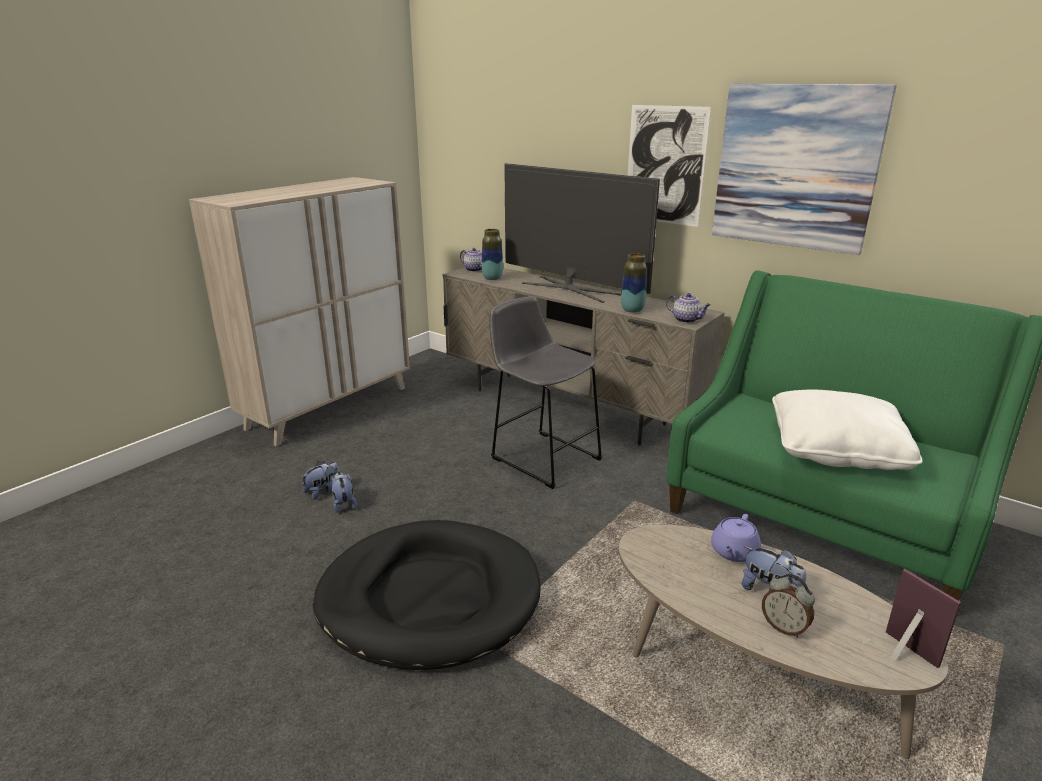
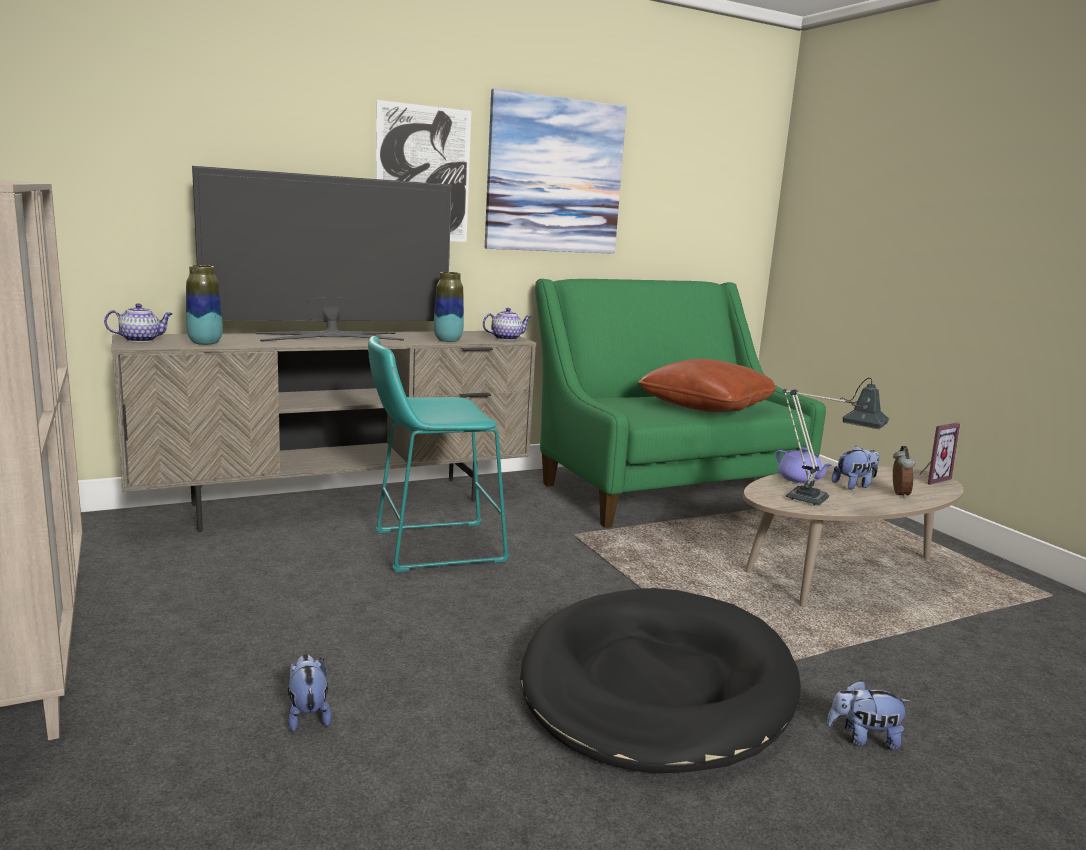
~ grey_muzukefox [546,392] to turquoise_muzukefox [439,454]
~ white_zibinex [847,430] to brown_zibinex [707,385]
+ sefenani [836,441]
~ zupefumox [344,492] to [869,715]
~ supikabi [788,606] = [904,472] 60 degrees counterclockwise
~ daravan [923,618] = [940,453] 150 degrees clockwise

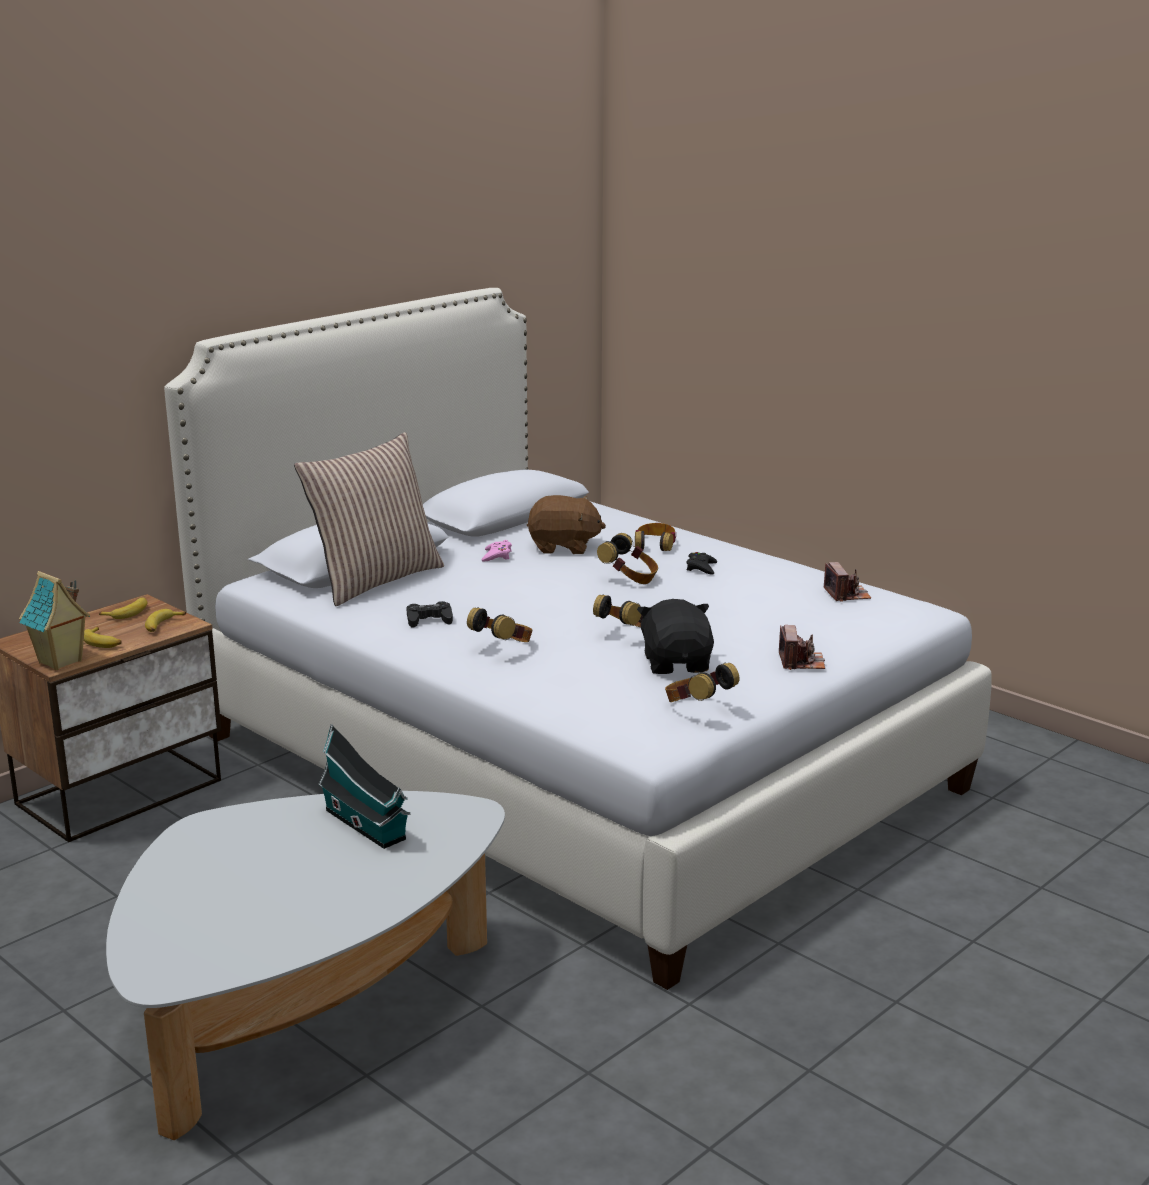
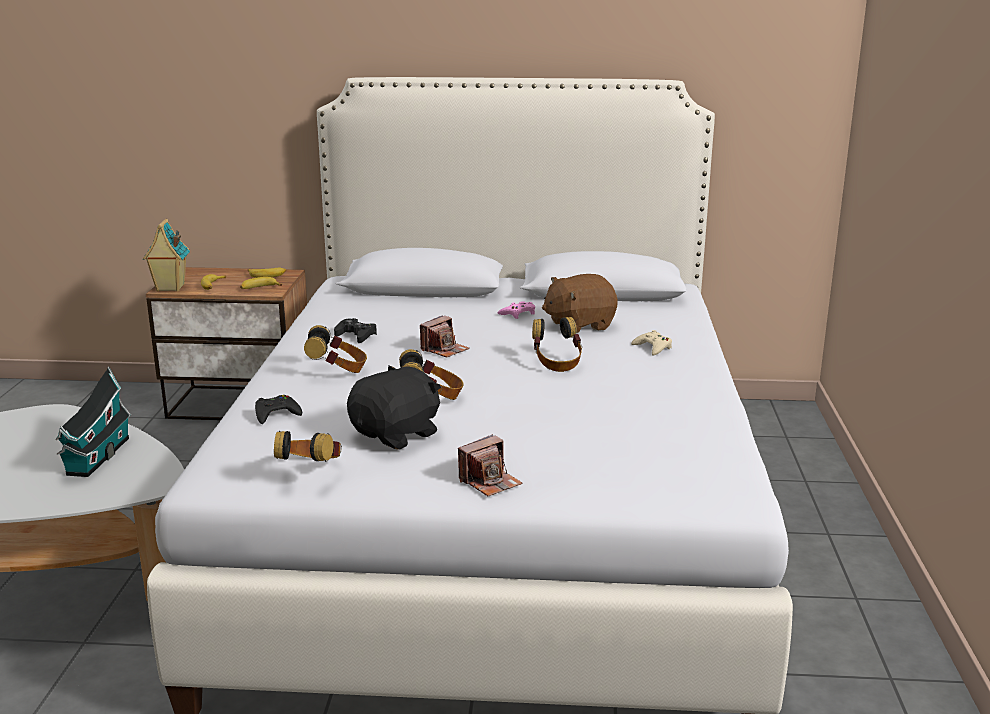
~ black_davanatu [702,563] to [278,409]
~ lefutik [847,582] to [444,336]
~ brown_zupefumox [566,524] = [580,303] 105 degrees clockwise
~ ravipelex [655,537] to beige_davanatu [651,342]
- zibinex [369,519]

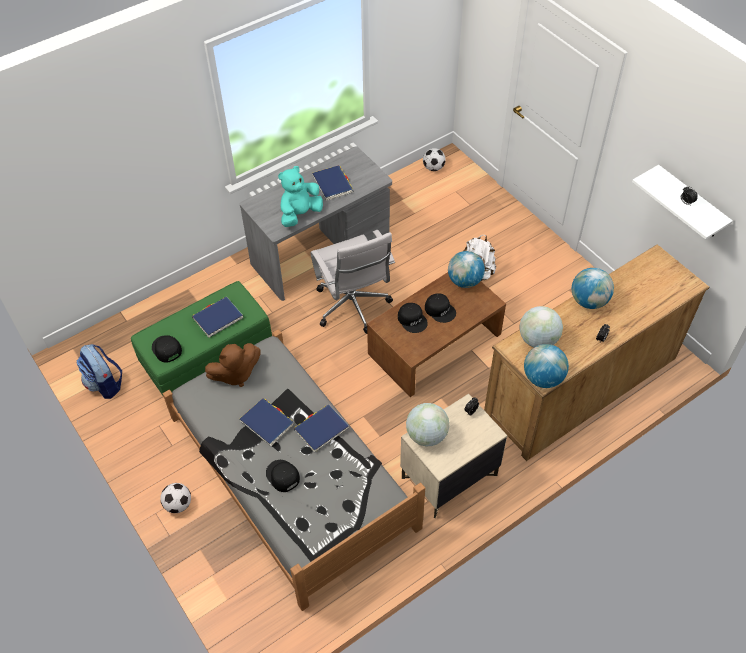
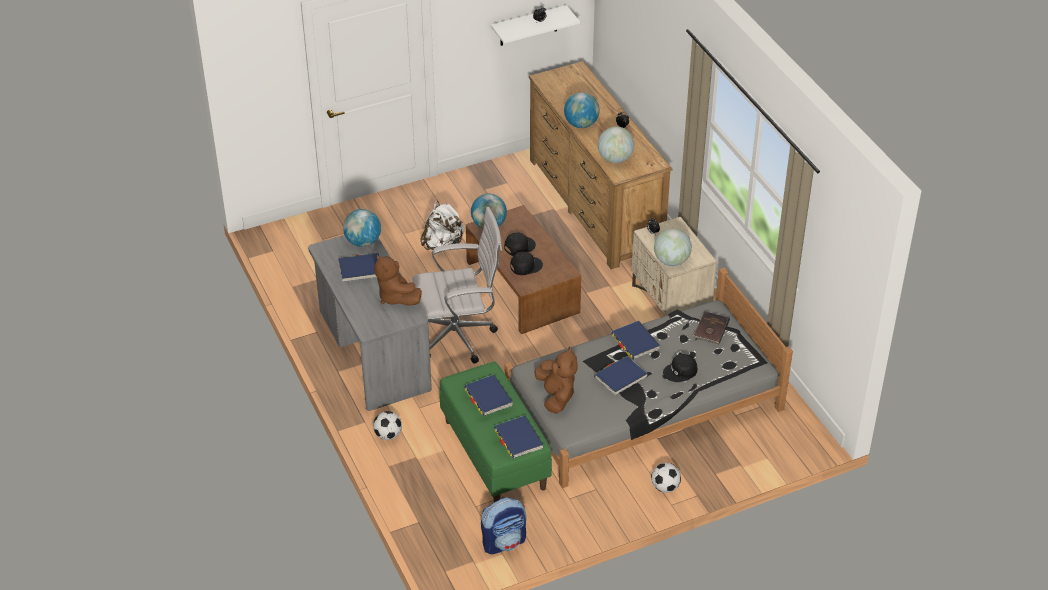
~ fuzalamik [546,366] to [362,228]
~ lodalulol [434,159] to [387,425]
~ turquoise_zupefumox [300,196] to brown_zupefumox [398,280]
~ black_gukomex [167,349] to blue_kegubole [518,436]
+ brown_kegubole [710,328]

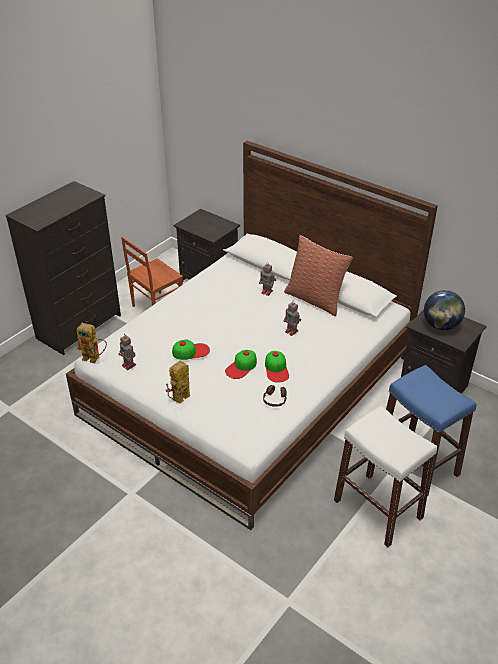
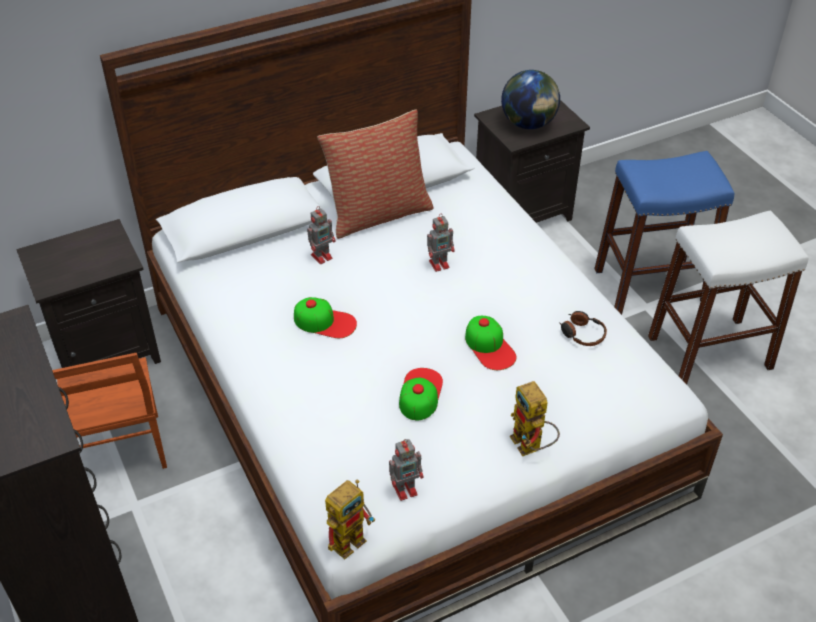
~ gukomex [277,367] to [325,317]

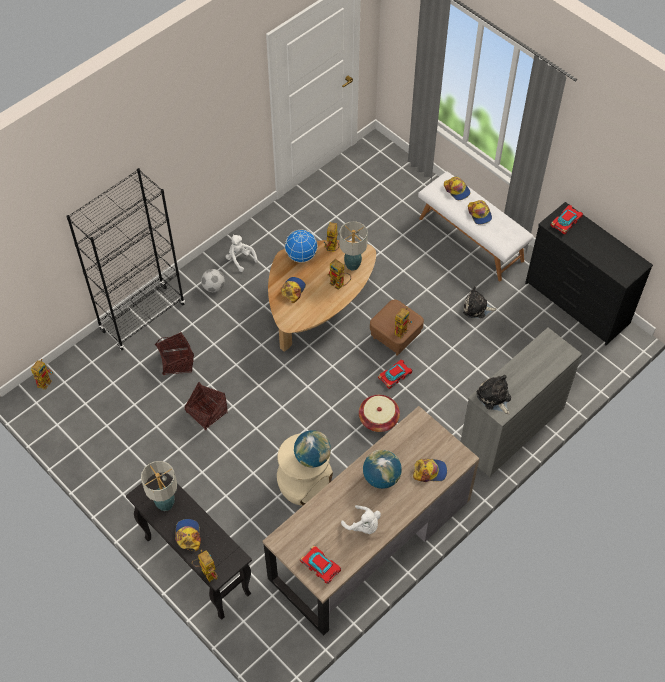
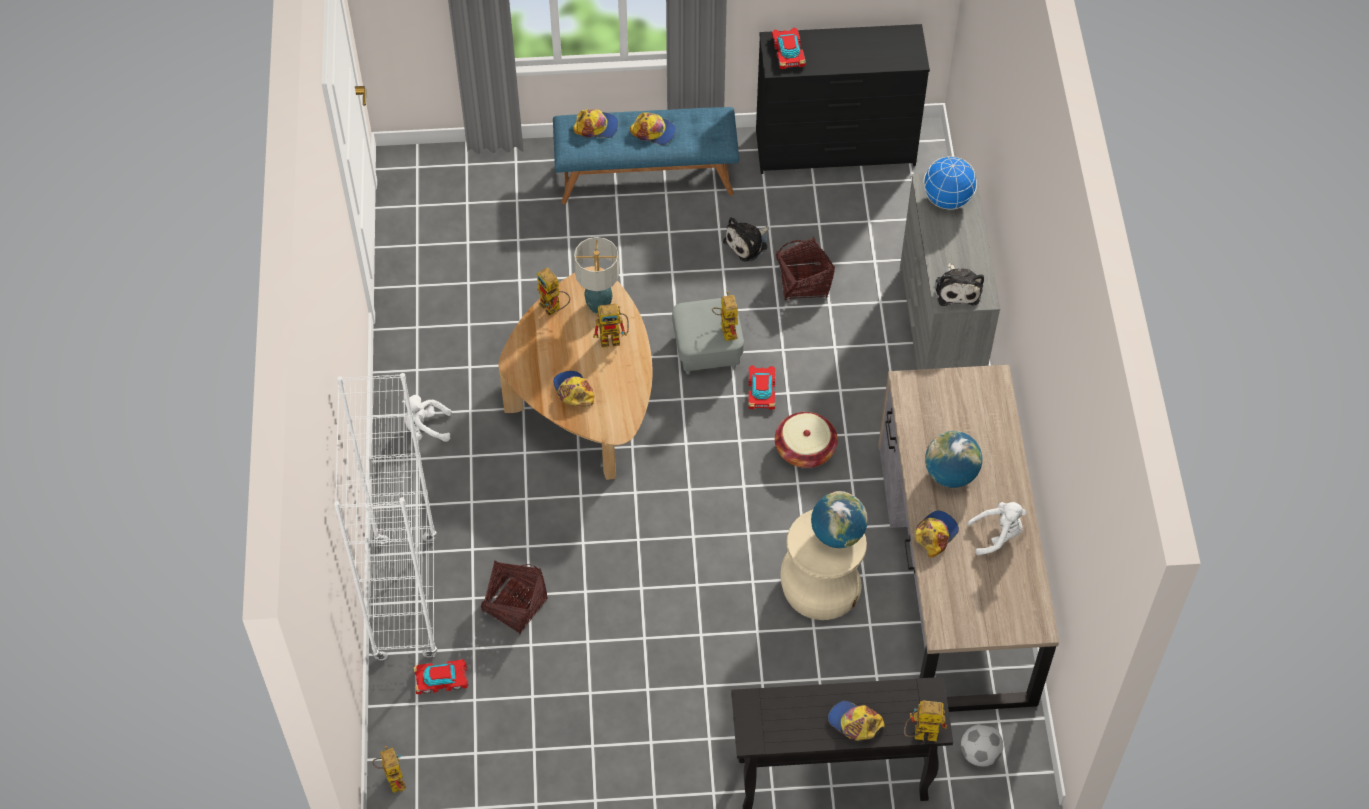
~ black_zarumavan [125,259] to white_zarumavan [386,516]
~ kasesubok [320,564] to [441,676]
~ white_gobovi [475,226] to blue_gobovi [646,155]
~ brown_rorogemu [397,327] to grey_rorogemu [708,336]
~ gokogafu [206,406] to [805,268]
~ gukomex [430,470] to [937,533]
~ fuzalamik [301,246] to [950,182]
~ zupefumox [494,395] = [959,284] 105 degrees counterclockwise
~ lodalulol [213,280] to [982,745]
- sefenani [159,486]

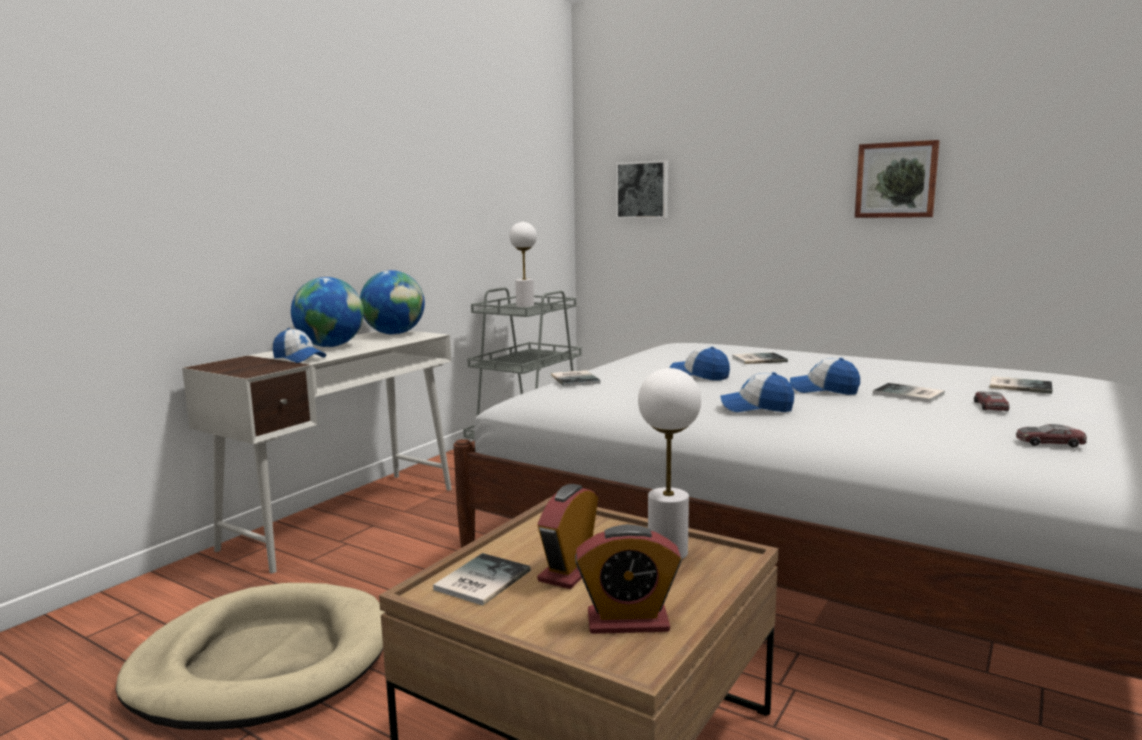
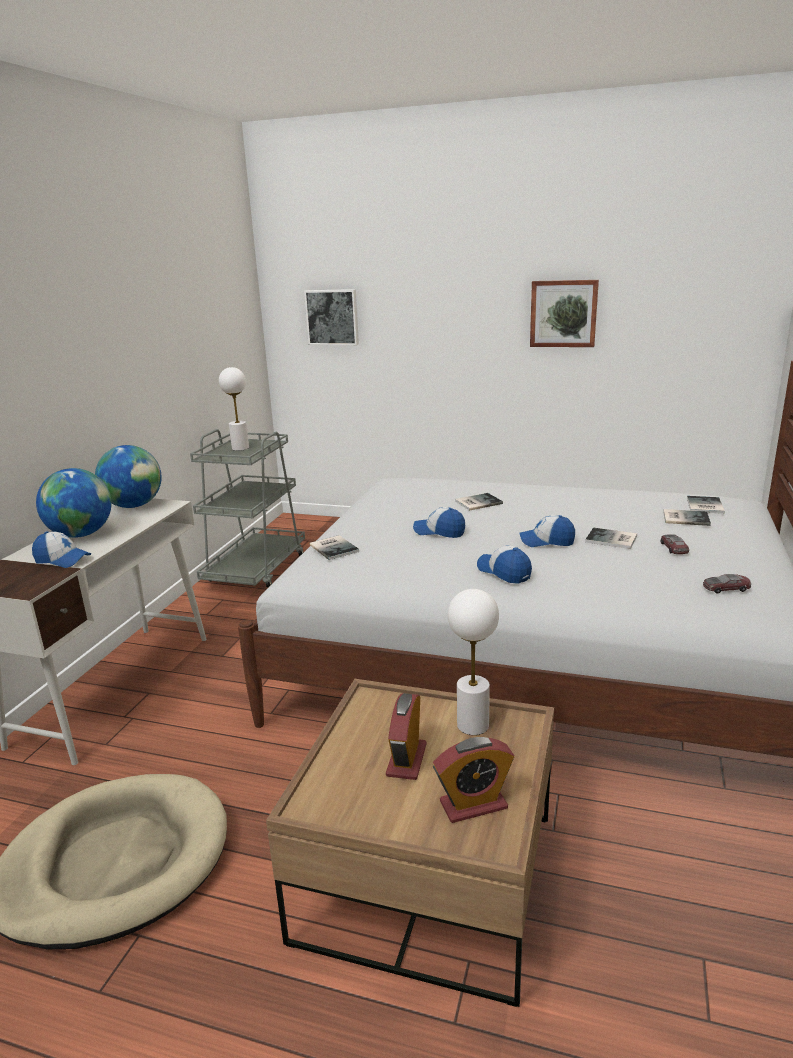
~ gukomex [757,392] = [504,564] 60 degrees clockwise
~ kegubole [482,579] to [706,505]

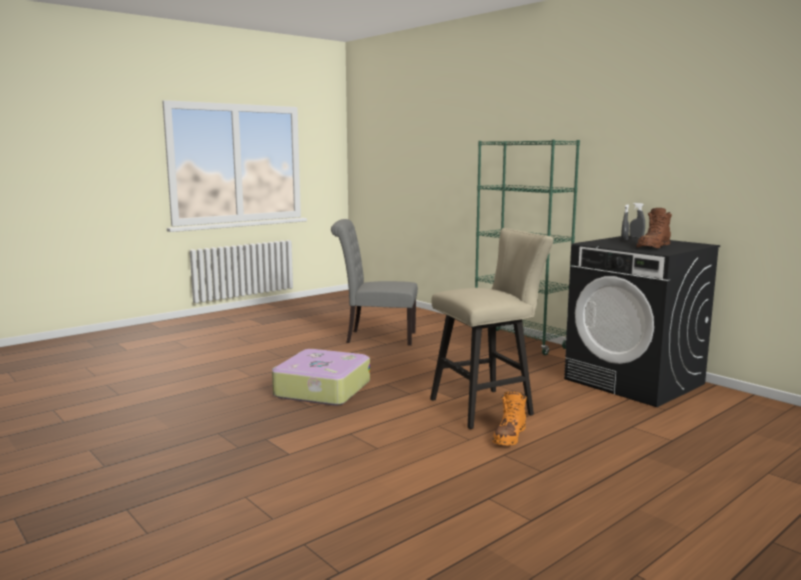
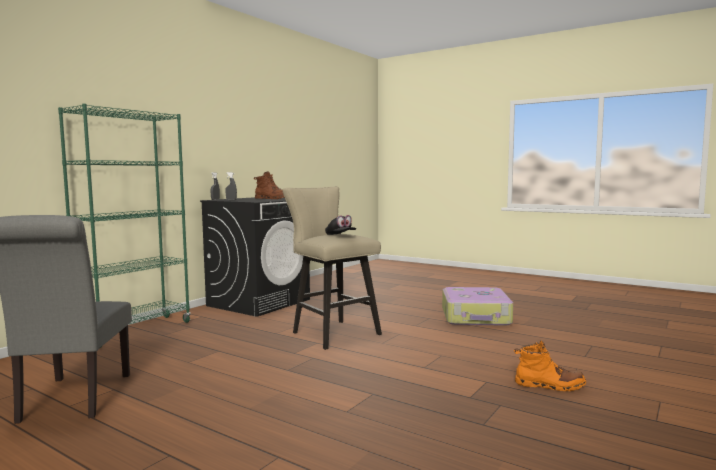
+ black_gukomex [340,225]
~ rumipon [321,377] to [477,306]
~ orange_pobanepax [510,419] to [550,366]

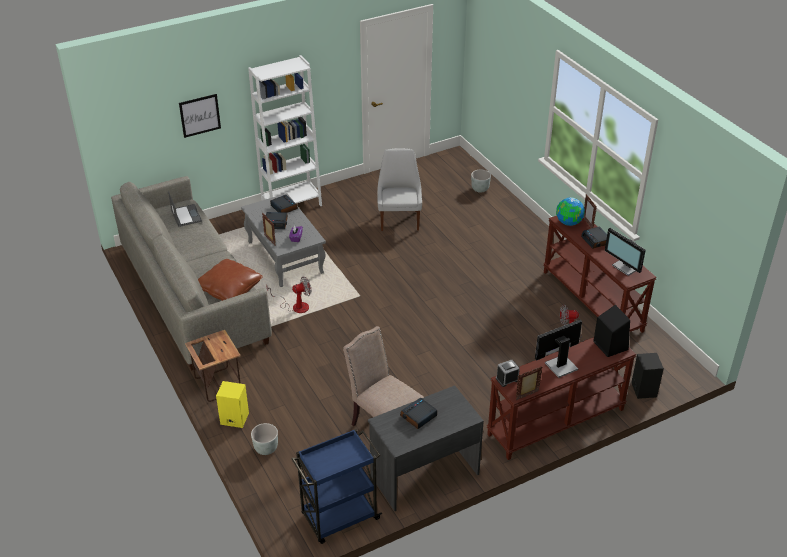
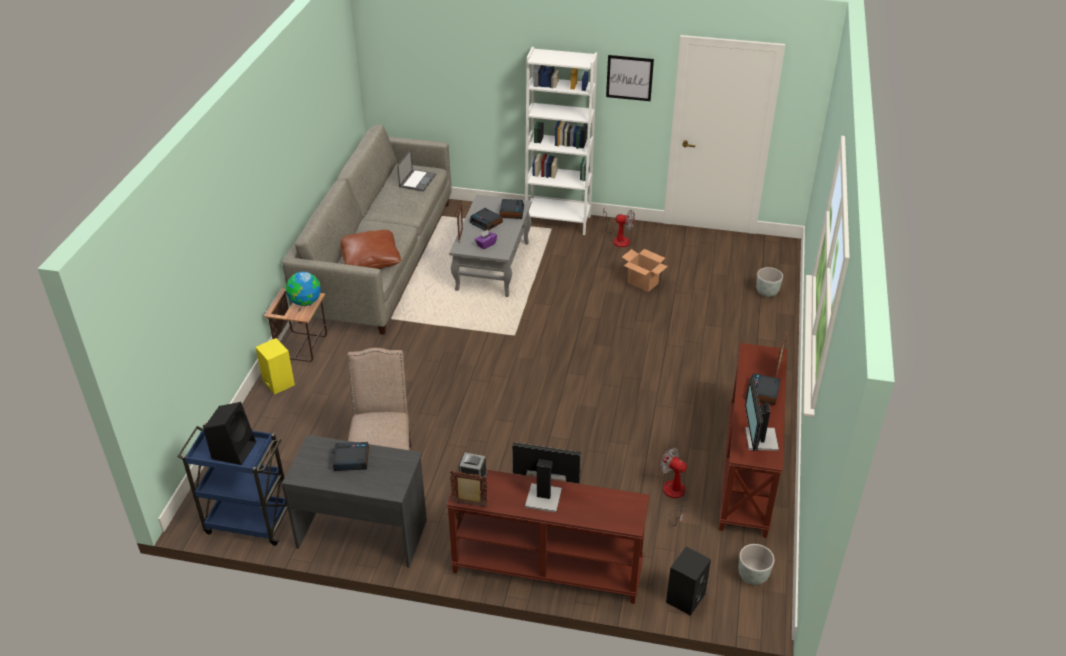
~ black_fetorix [611,331] to [230,433]
~ fuzalamik [570,211] to [303,289]
~ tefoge [288,295] to [619,228]
~ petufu [200,116] to [630,78]
~ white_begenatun [399,189] to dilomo [645,270]
~ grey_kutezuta [264,439] to [756,564]

